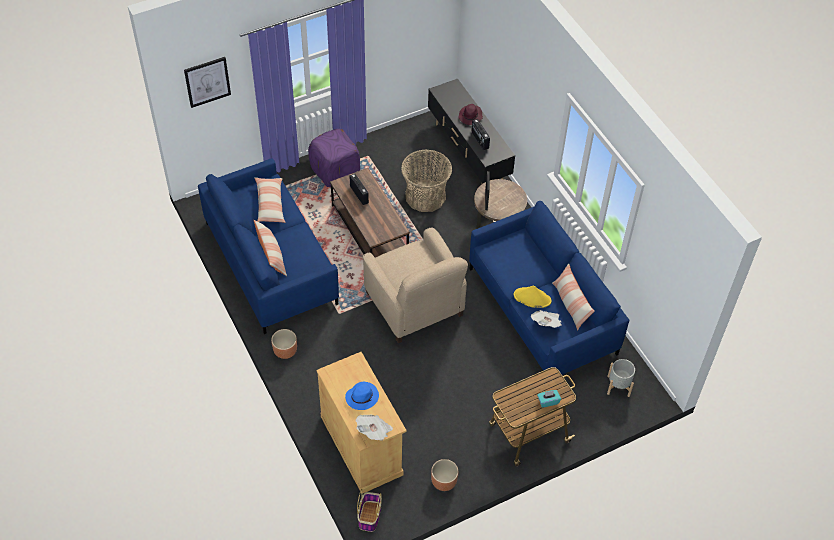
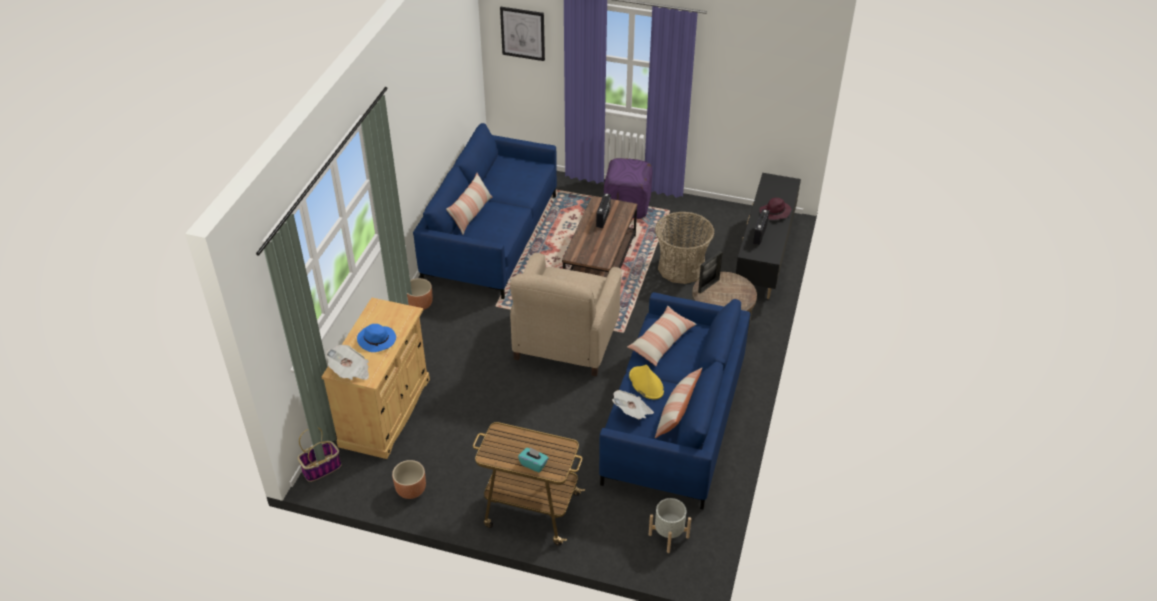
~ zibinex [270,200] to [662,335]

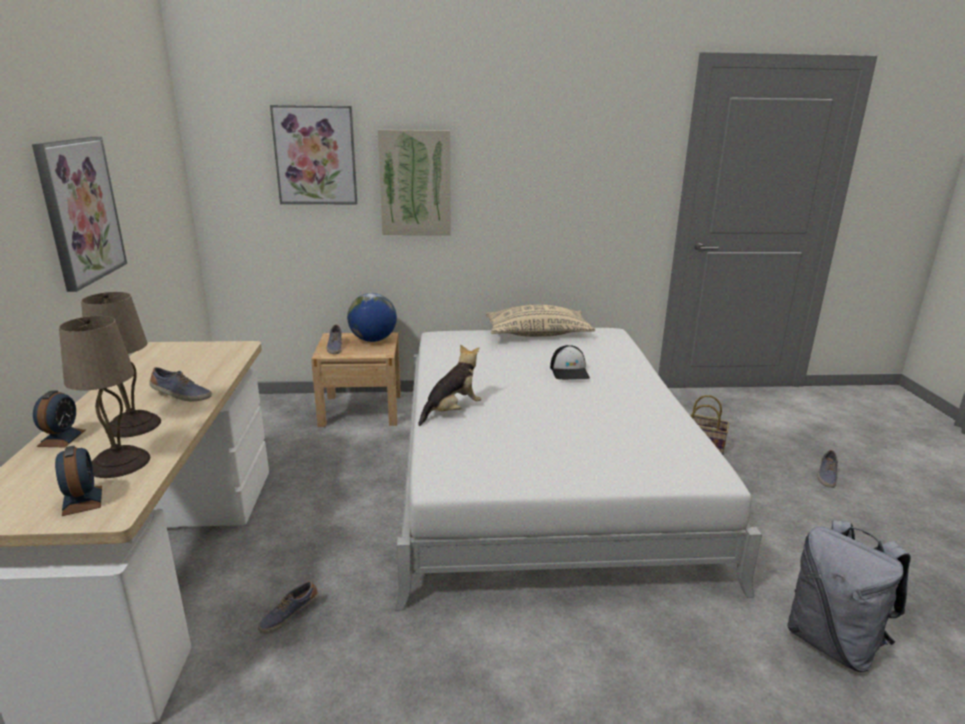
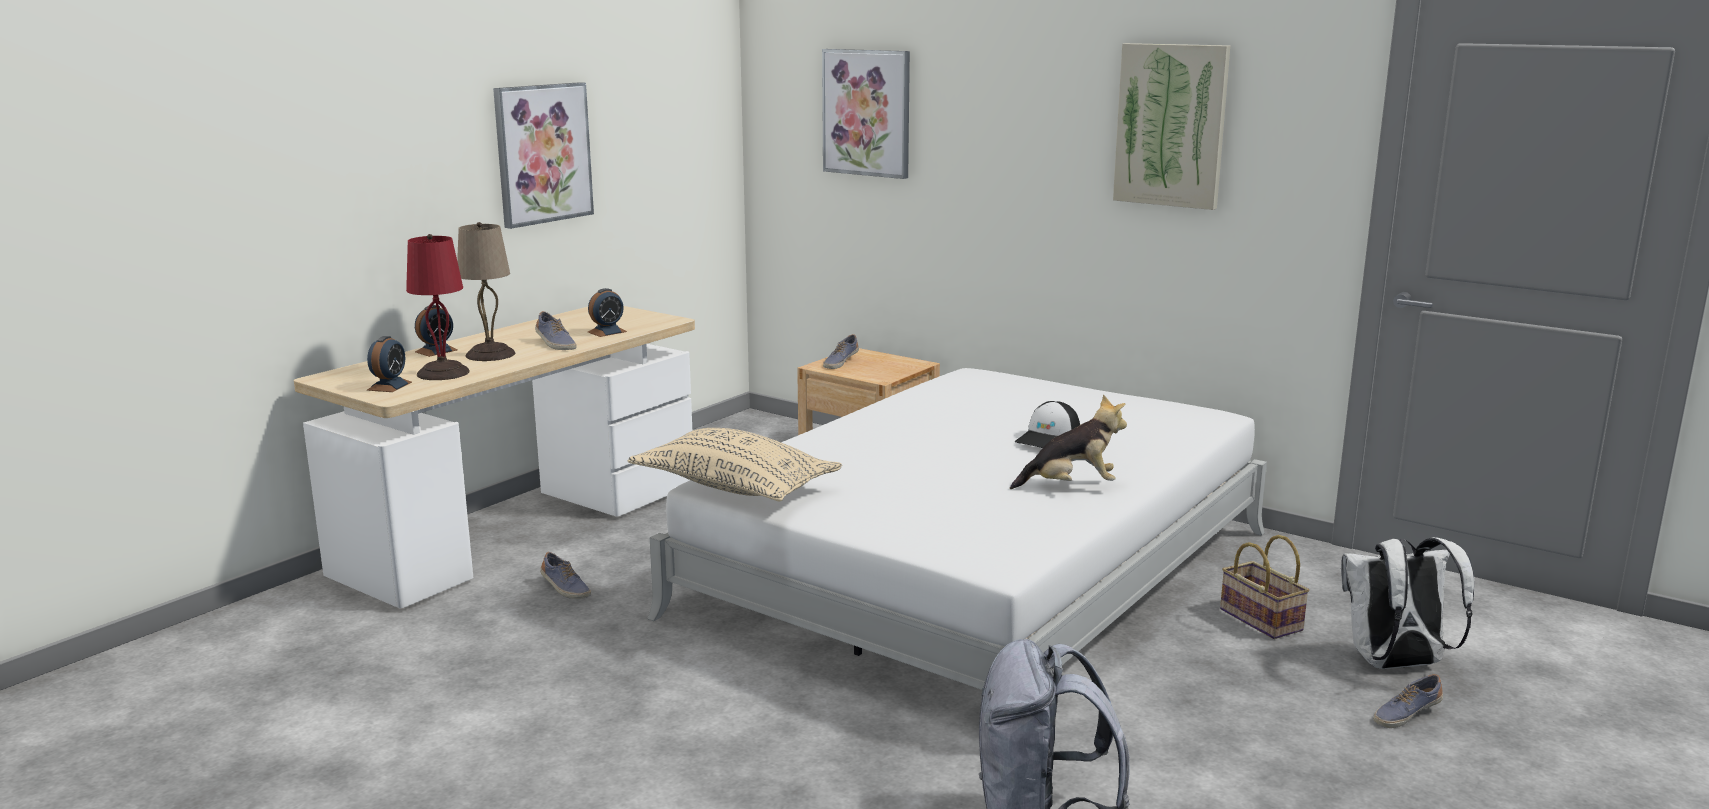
~ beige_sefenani [104,397] to red_sefenani [438,307]
~ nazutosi [288,607] = [565,575] 135 degrees counterclockwise
+ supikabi [607,312]
~ beige_zibinex [540,320] to [735,464]
~ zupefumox [449,385] to [1068,441]
~ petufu [414,182] to [1171,126]
+ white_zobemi [1407,603]
- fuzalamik [372,317]

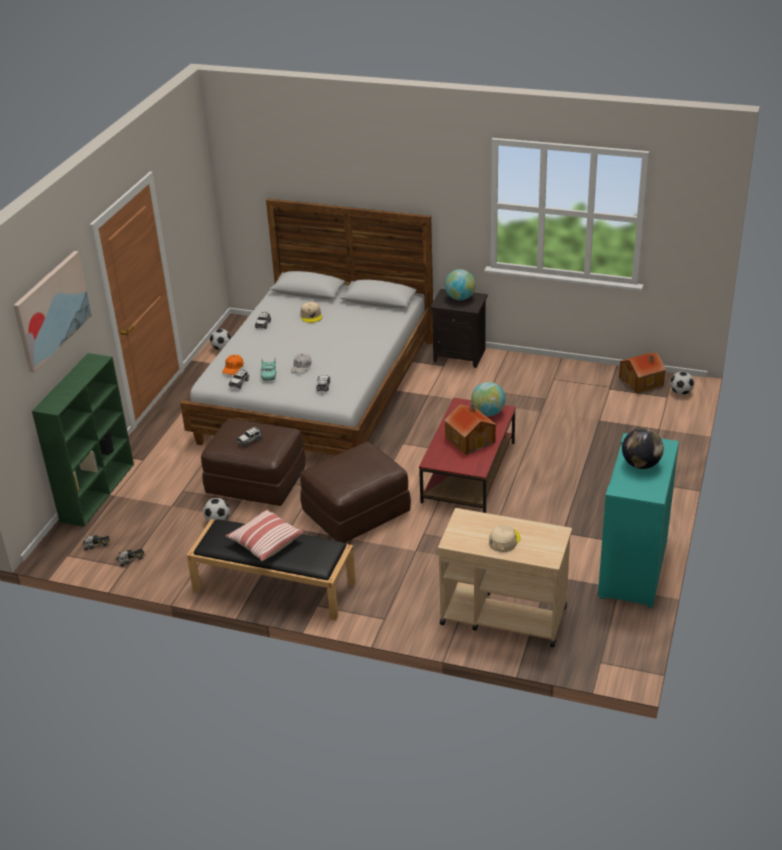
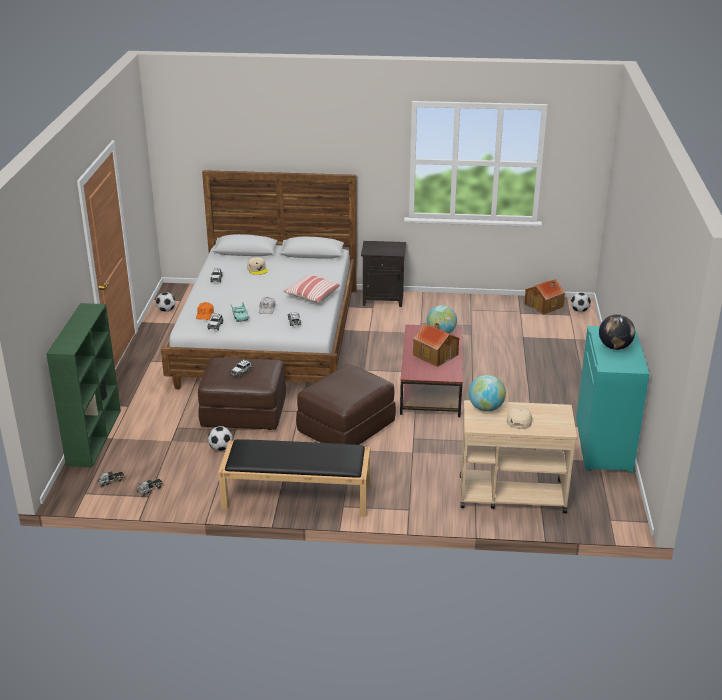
~ zibinex [264,535] to [311,289]
~ fuzalamik [460,284] to [487,393]
- petufu [52,312]

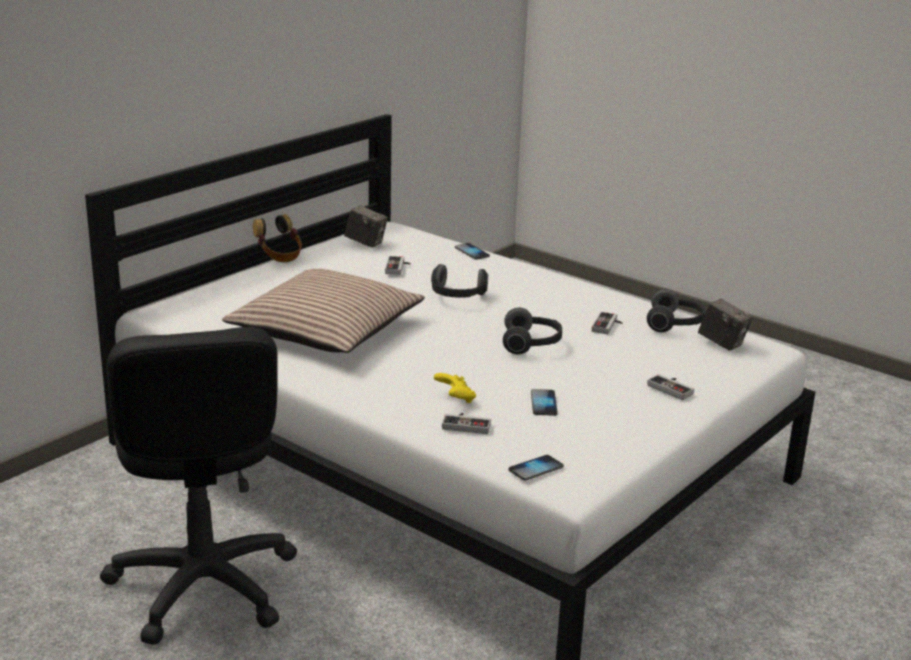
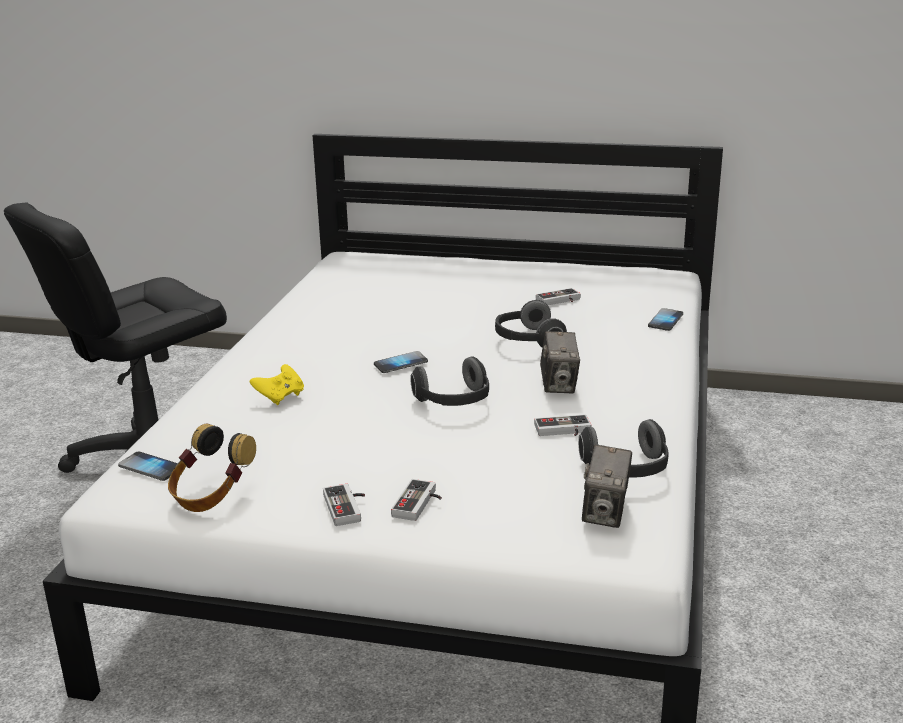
~ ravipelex [277,238] to [212,468]
~ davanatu [466,423] to [344,505]
~ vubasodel [544,402] to [401,362]
~ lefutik [366,226] to [560,362]
- zibinex [323,311]

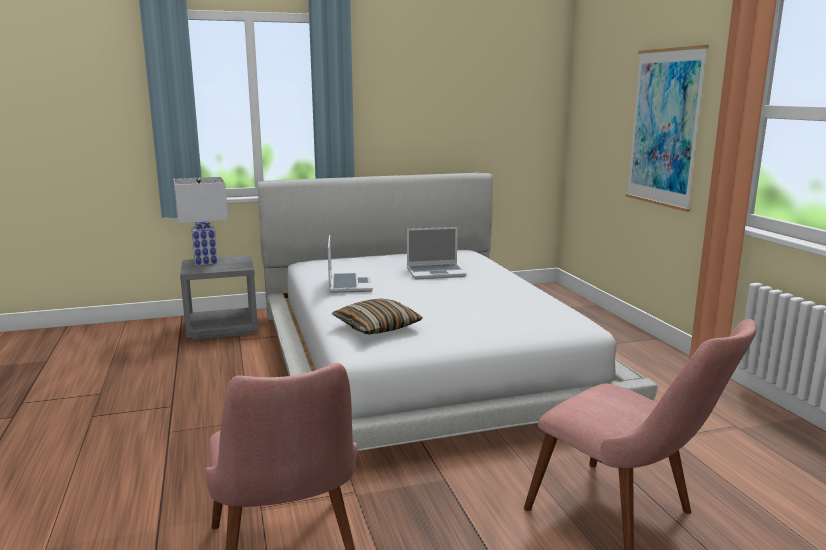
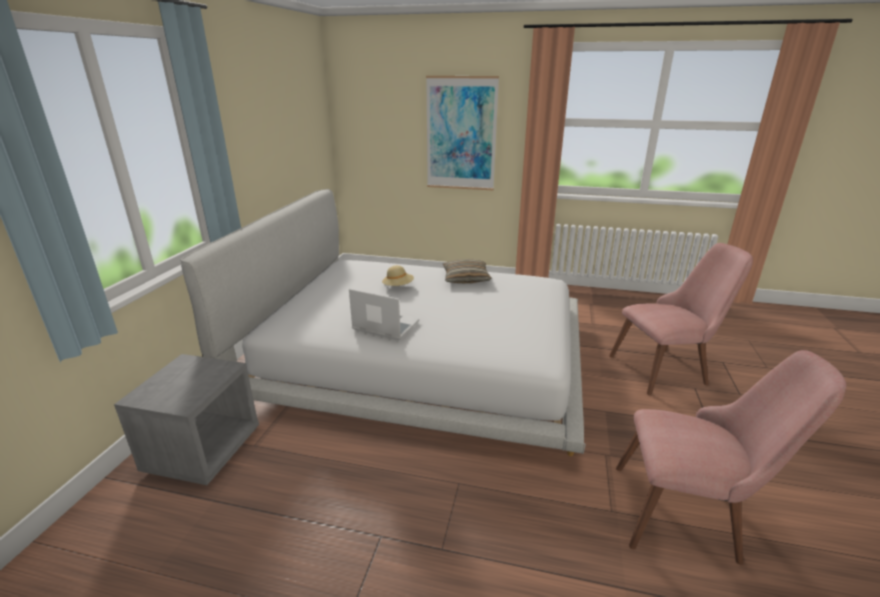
~ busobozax [437,253] to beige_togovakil [398,275]
~ zibinex [377,316] to [467,271]
- white_sefenani [200,221]

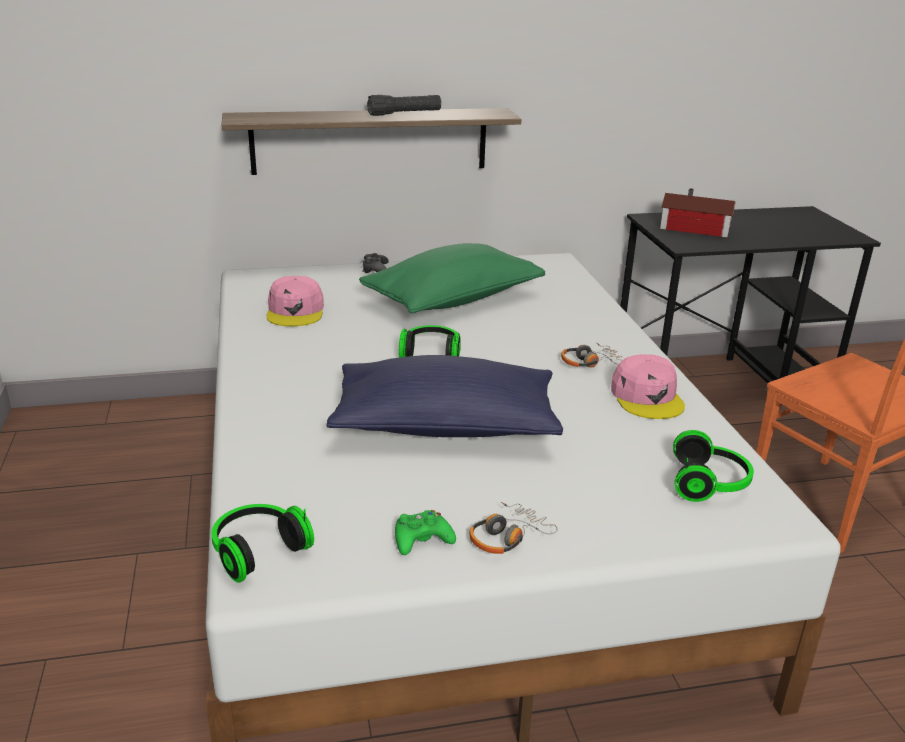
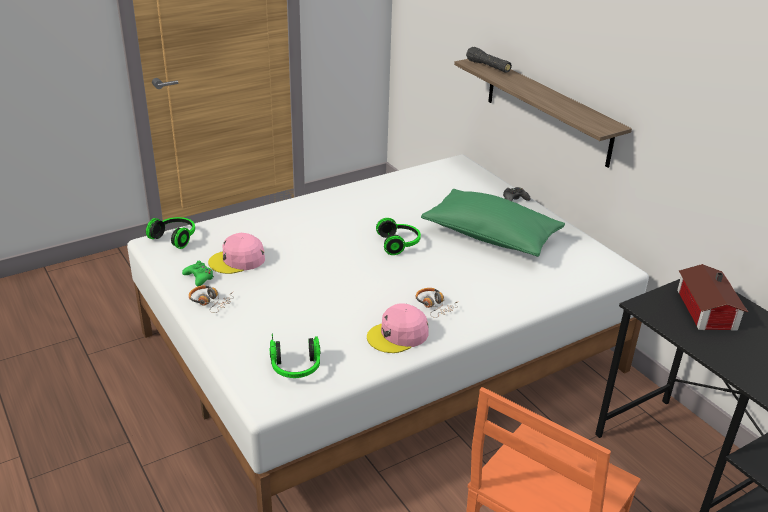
~ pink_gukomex [295,301] to [236,253]
~ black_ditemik [404,105] to [489,60]
- blue_zibinex [445,396]

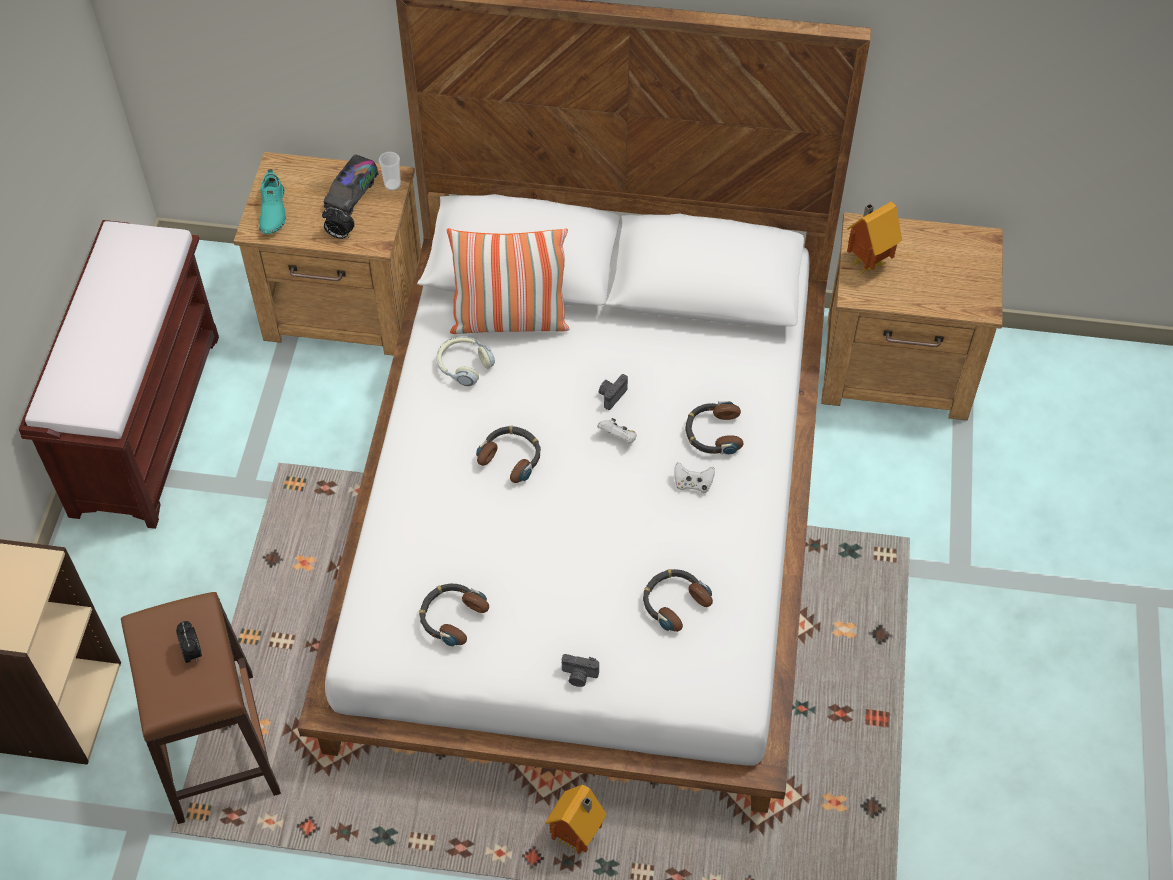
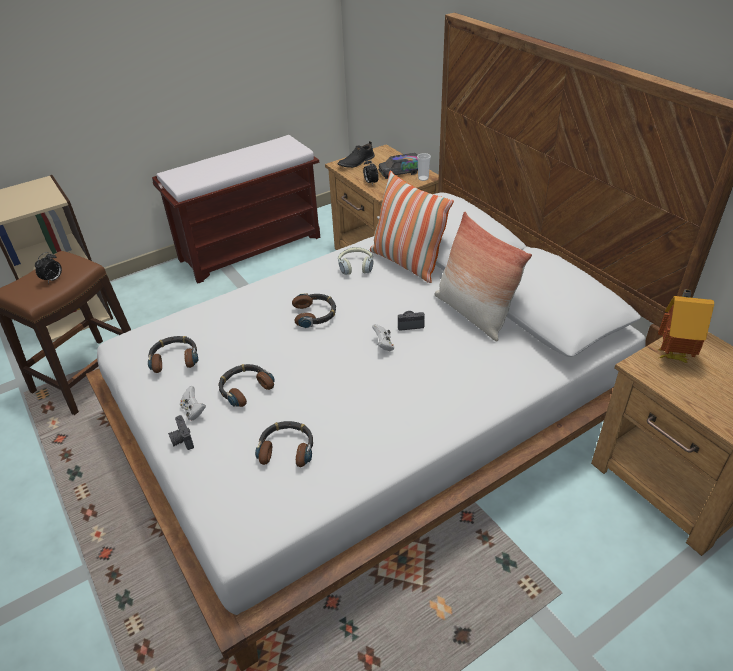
~ white_davanatu [694,477] to [193,403]
~ ravipelex [714,427] to [246,385]
~ turquoise_nazutosi [272,201] to black_nazutosi [356,154]
+ zibinex [483,276]
- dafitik [575,819]

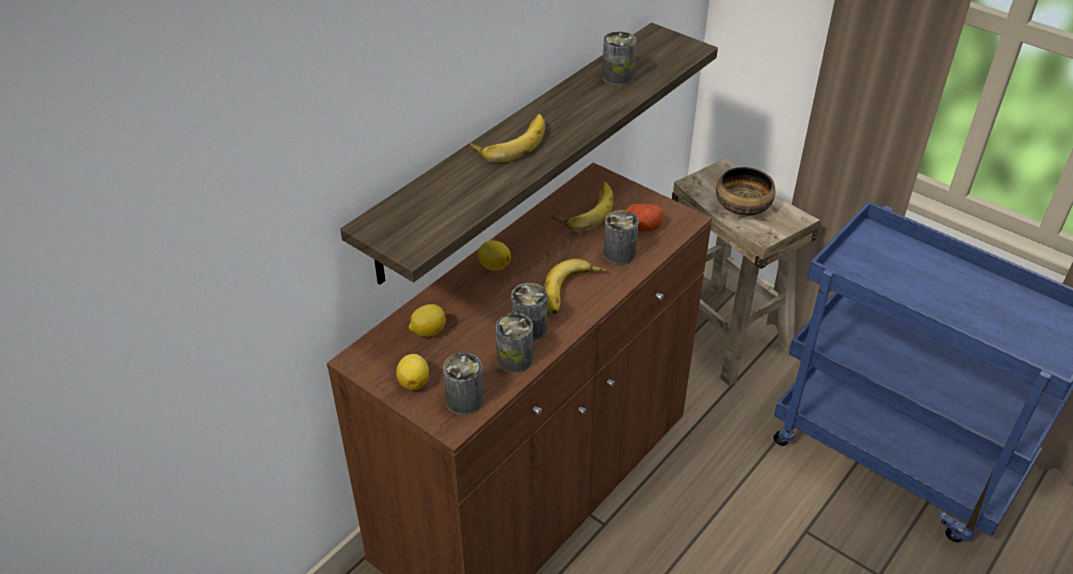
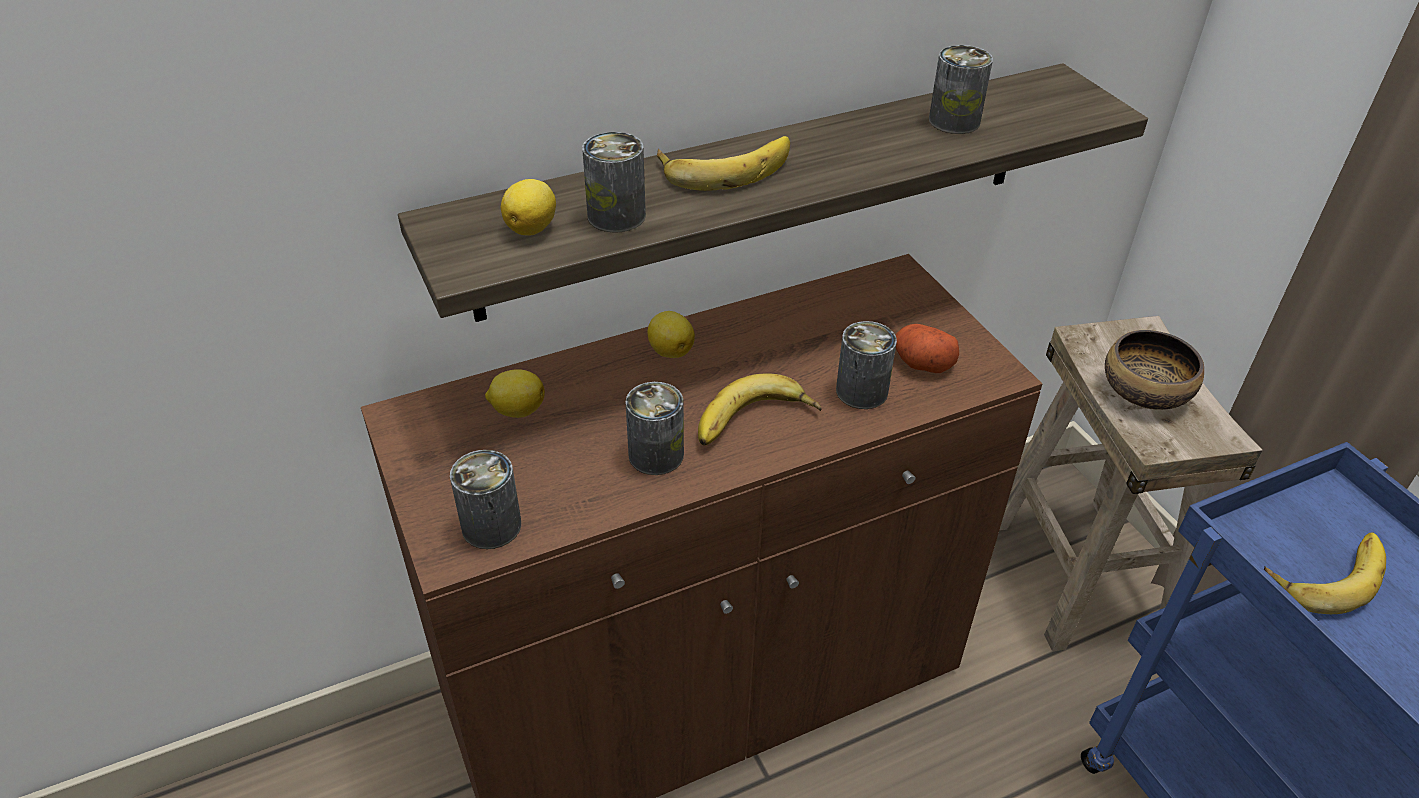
~ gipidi [412,372] to [528,207]
~ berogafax [514,343] to [614,182]
~ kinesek [583,207] to [1325,573]

